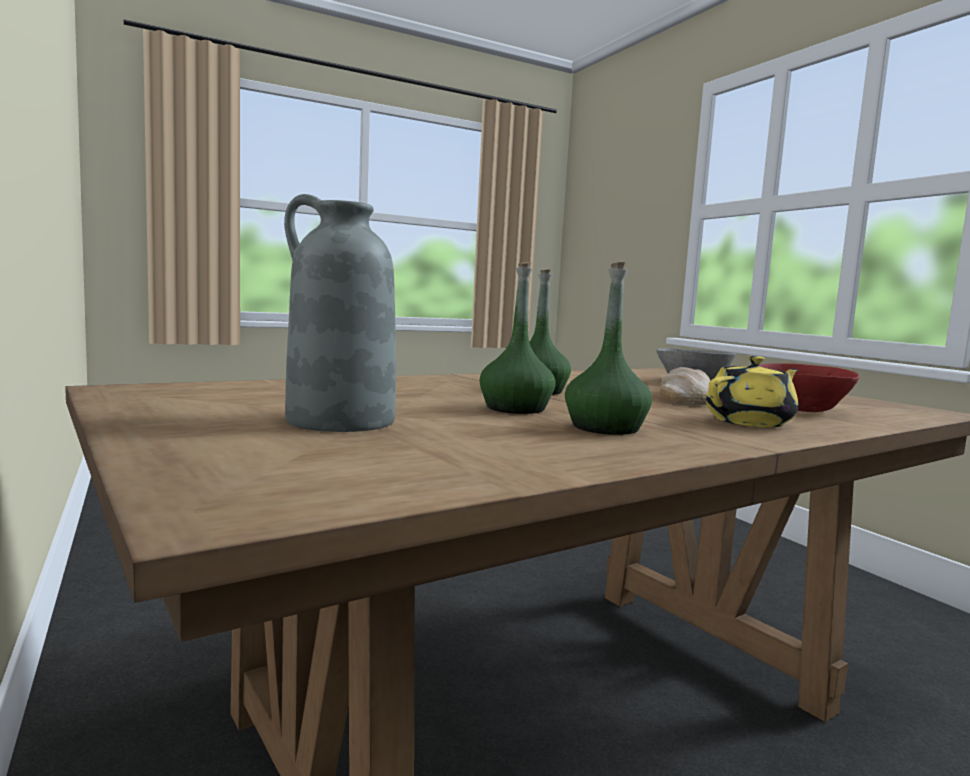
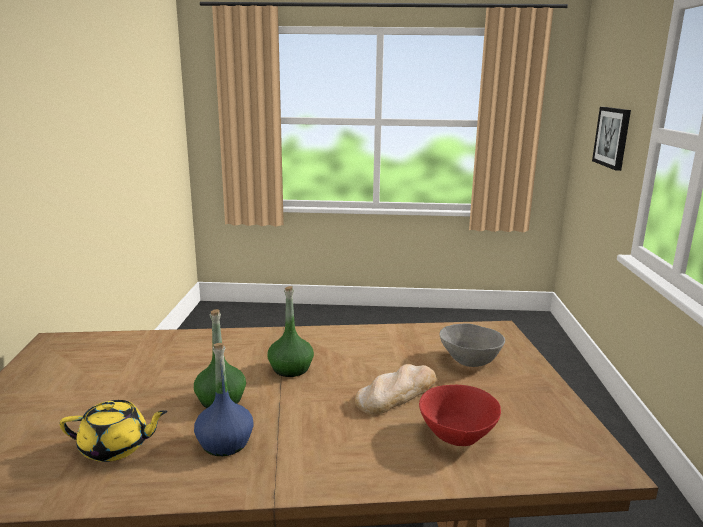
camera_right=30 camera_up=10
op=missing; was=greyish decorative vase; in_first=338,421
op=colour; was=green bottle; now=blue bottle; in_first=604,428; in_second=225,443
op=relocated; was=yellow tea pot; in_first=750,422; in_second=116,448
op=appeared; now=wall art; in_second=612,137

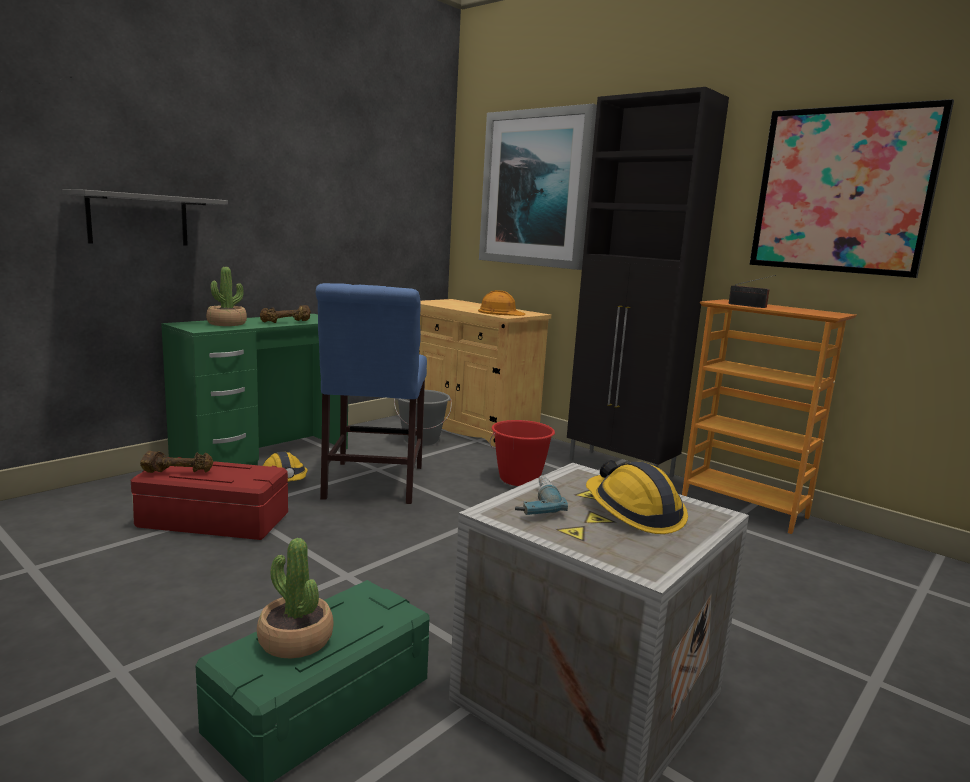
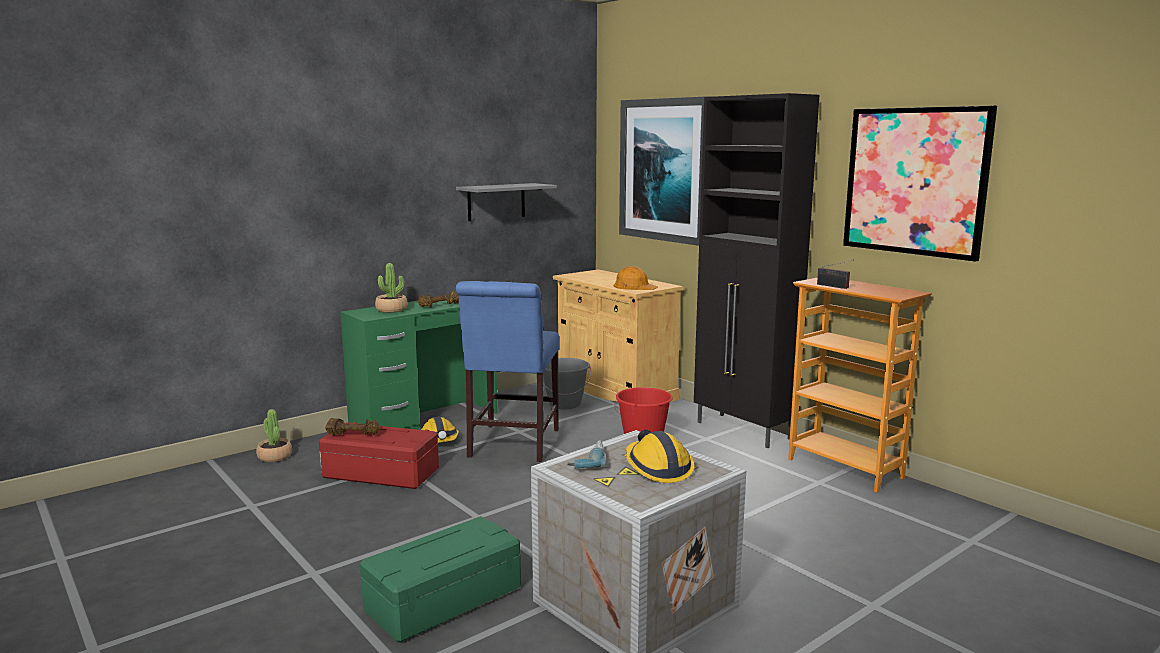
camera_right=10 camera_up=0
op=relocated; was=greyish wall shelf; in_first=138,219; in_second=496,202
op=relocated; was=plant in a pot; in_first=295,640; in_second=274,456

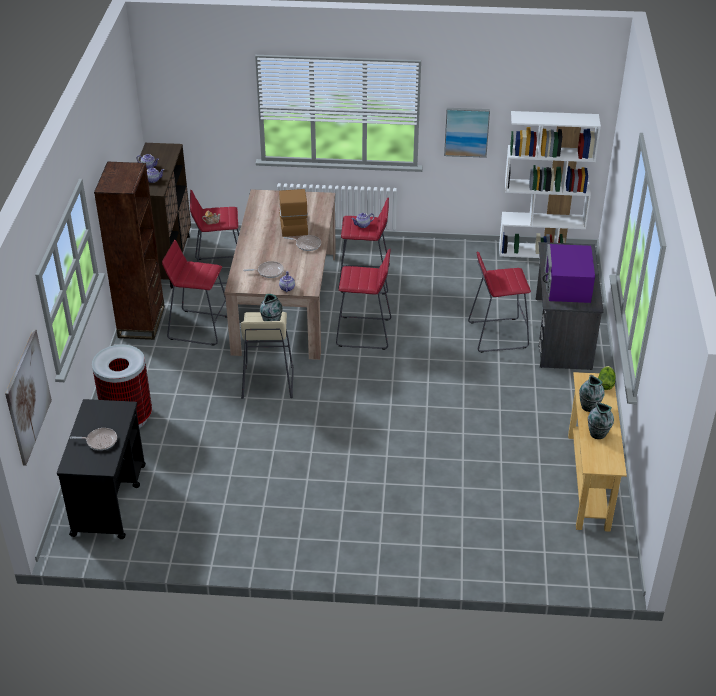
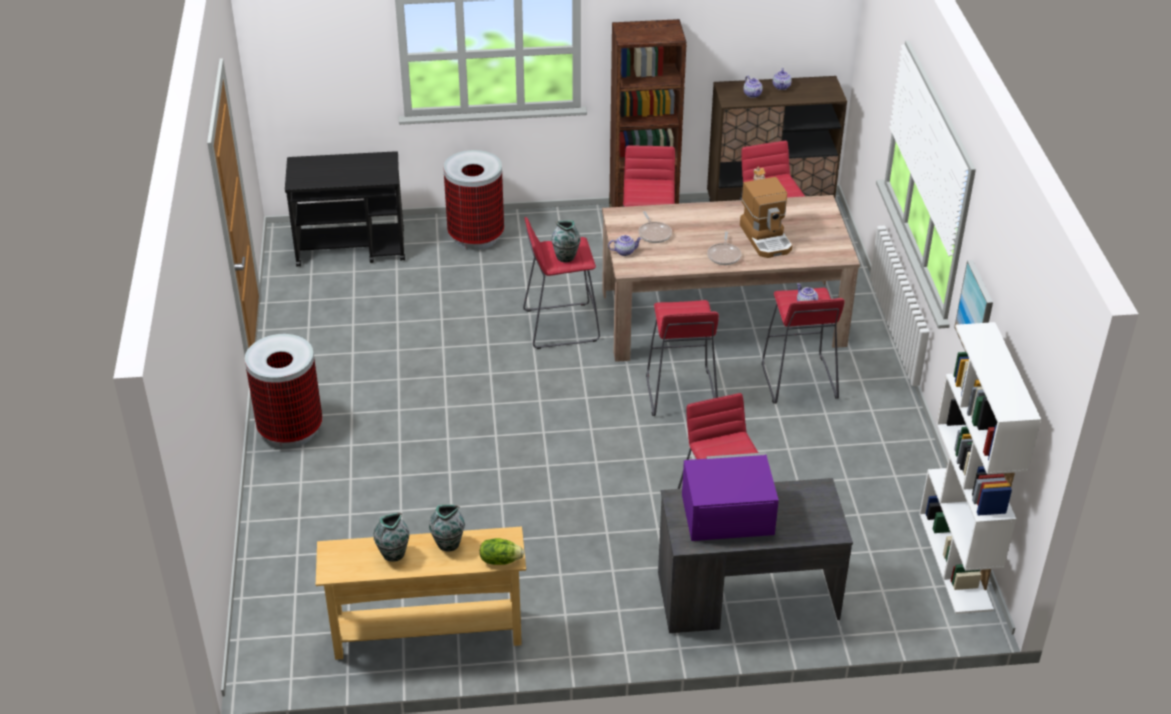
camera_right=80 camera_up=0
op=missing; was=wall art; in_first=28,396
op=missing; was=pan; in_first=100,441
op=colour; was=beige stool seat; now=red stool seat; in_first=267,382; in_second=560,325
op=spun; was=coffee machine; in_first=292,224; in_second=766,238; clockwise=90
op=appeared; now=trash can; in_second=290,429

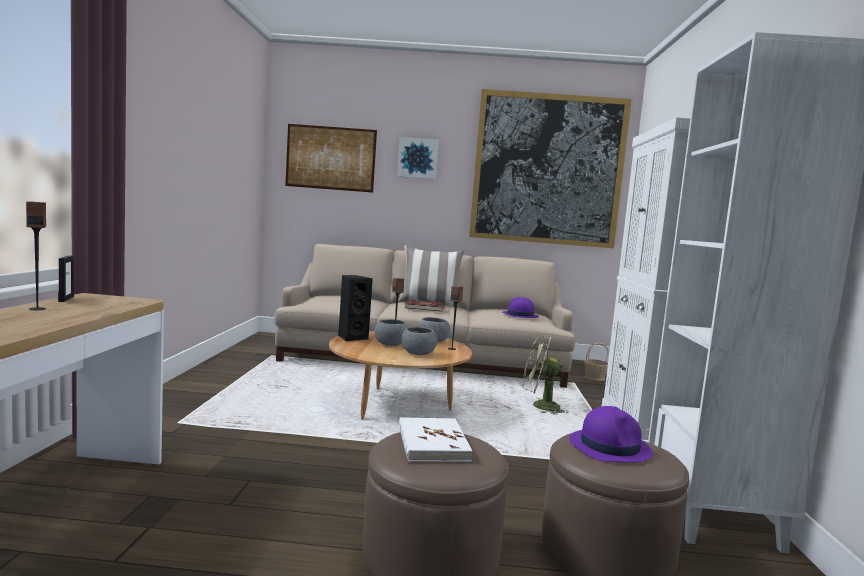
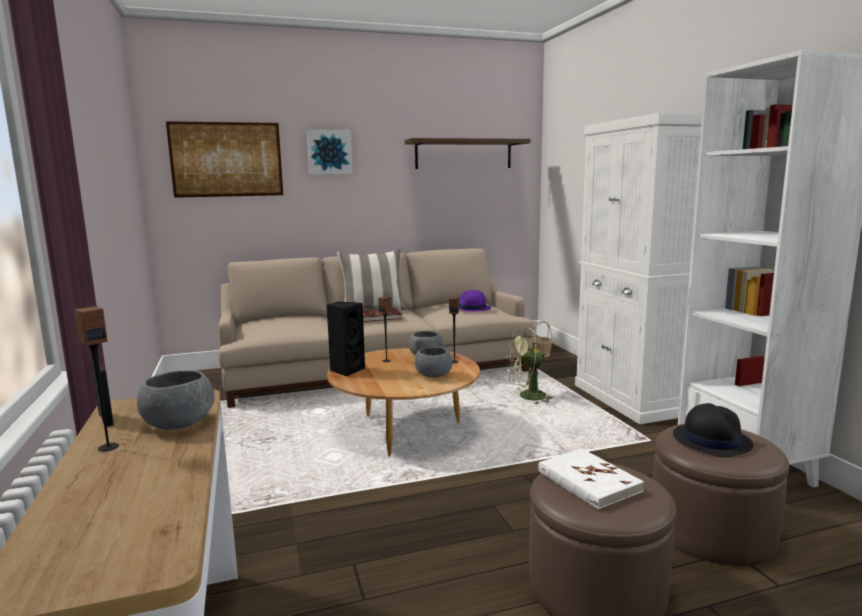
camera_right=-20 camera_up=5
op=relocated; was=greyish serving bowl; in_first=390,344; in_second=179,424
op=exchanged; was=wall art; now=wall shelf; in_first=547,170; in_second=463,154
op=colour; was=purple-coloured hat; now=blackish hat; in_first=609,447; in_second=711,440

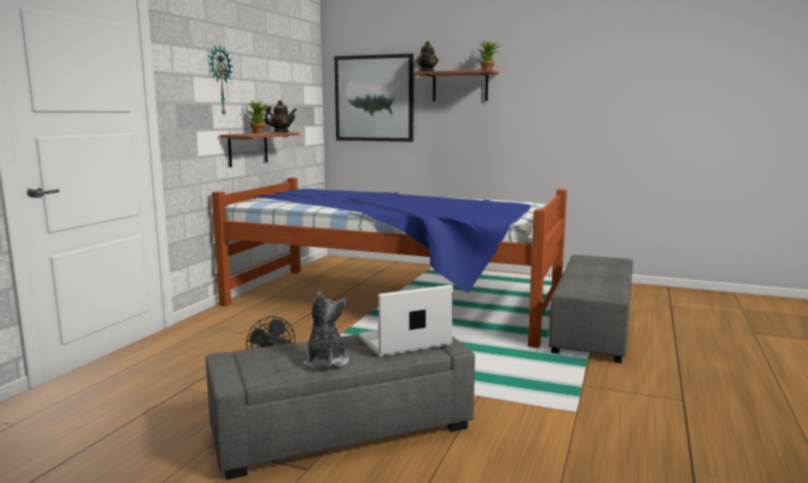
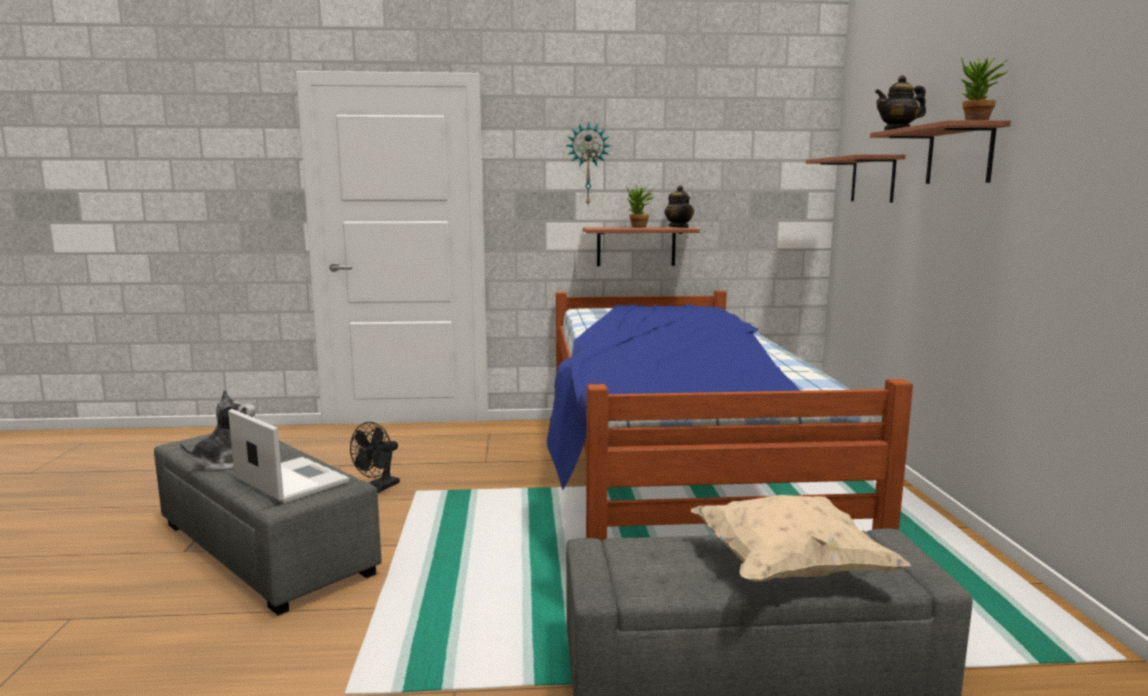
camera_right=65 camera_up=0
op=exchanged; was=wall art; now=wall shelf; in_first=374,98; in_second=873,179
op=appeared; now=beige cushion; in_second=789,569

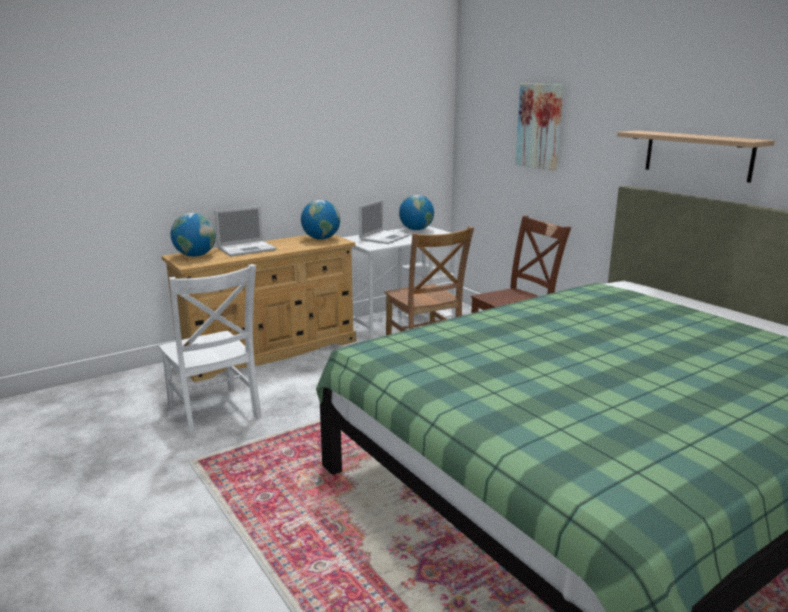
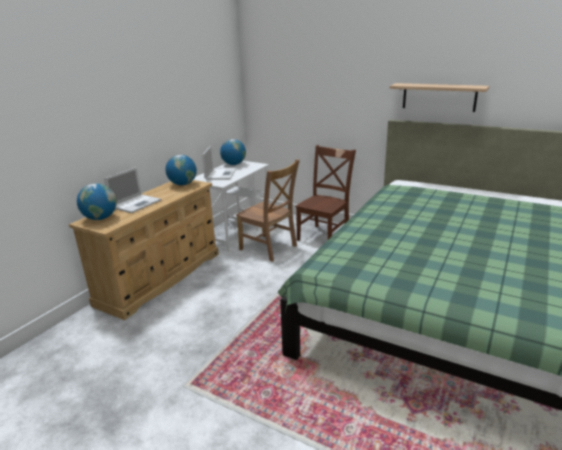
camera_right=-25 camera_up=5
op=missing; was=white-coloured chair; in_first=214,414
op=missing; was=wall art; in_first=539,126

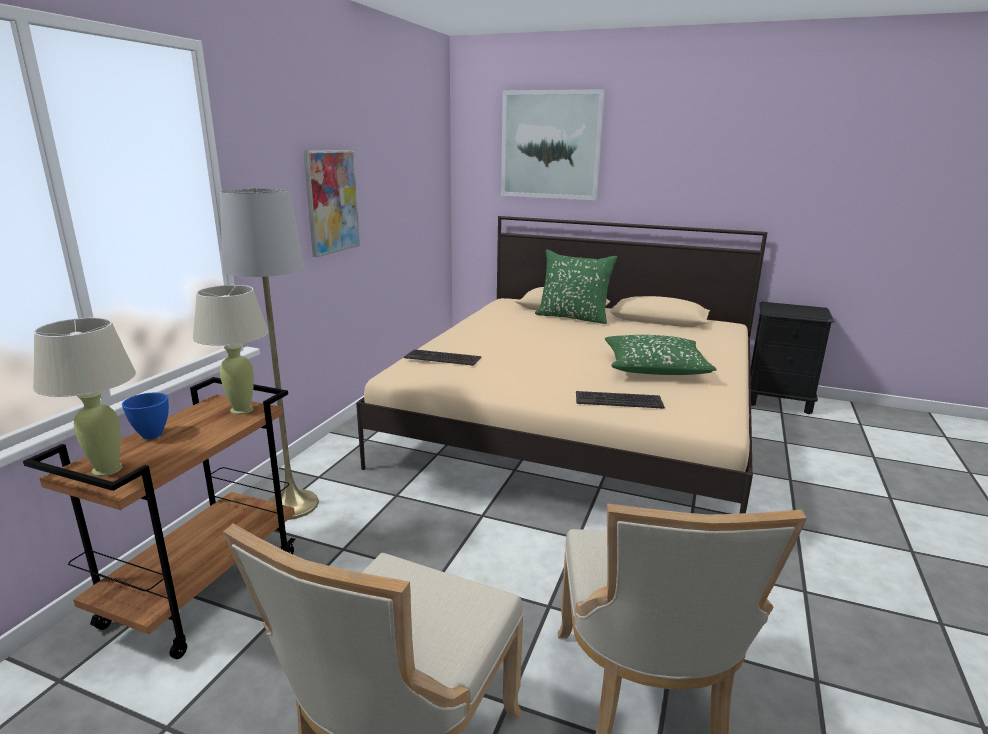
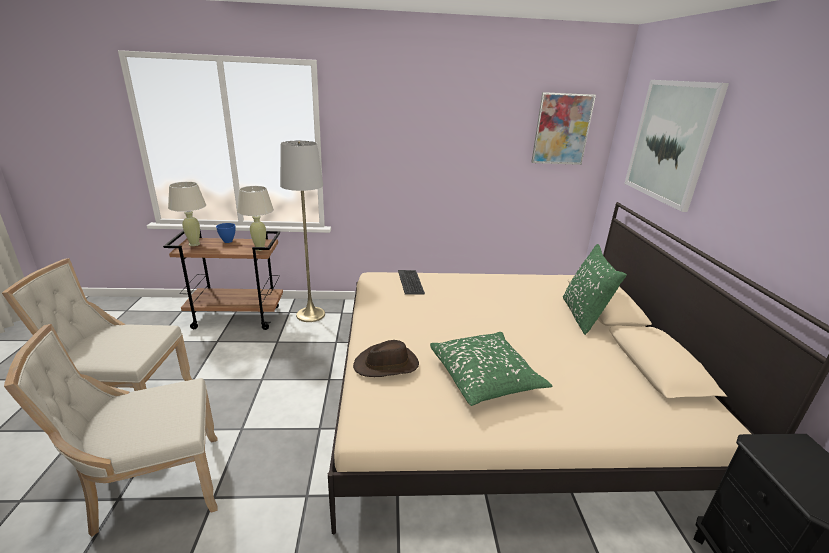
camera_right=65 camera_up=5
op=relocated; was=wall art; in_first=332,201; in_second=562,129
op=exchanged; was=computer keyboard; now=brown-coloured hat; in_first=618,400; in_second=387,365

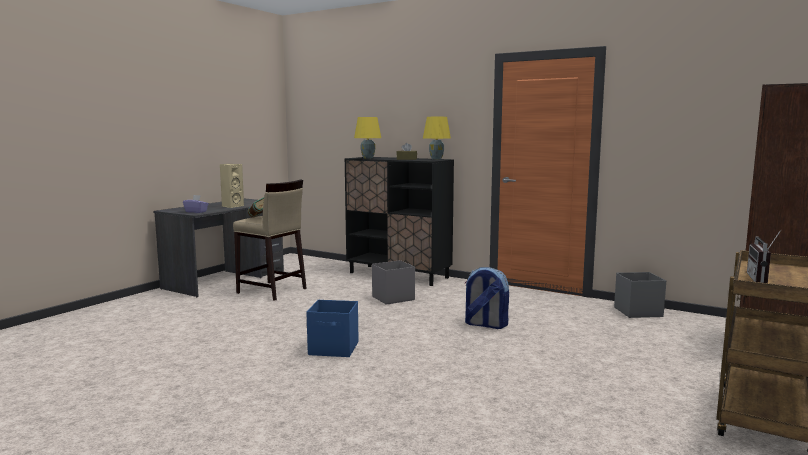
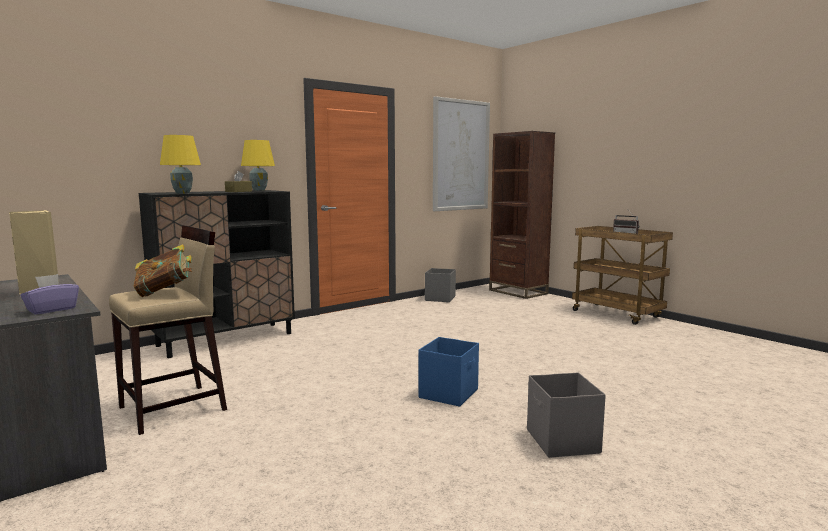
camera_right=-70 camera_up=0
op=relocated; was=greyish storage bin; in_first=392,298; in_second=562,442
op=missing; was=rucksack; in_first=485,324
op=appeared; now=wall art; in_second=460,155

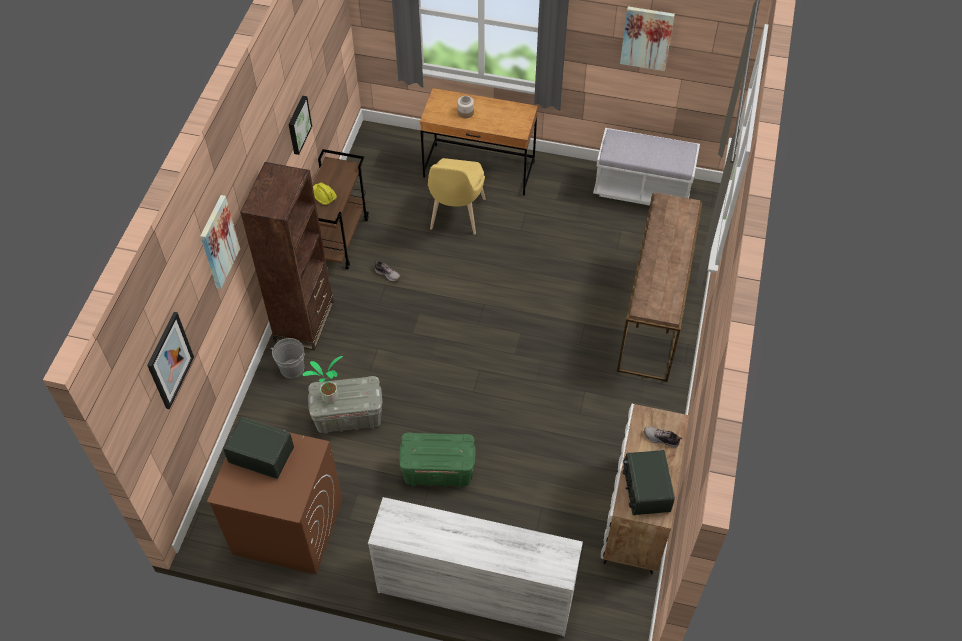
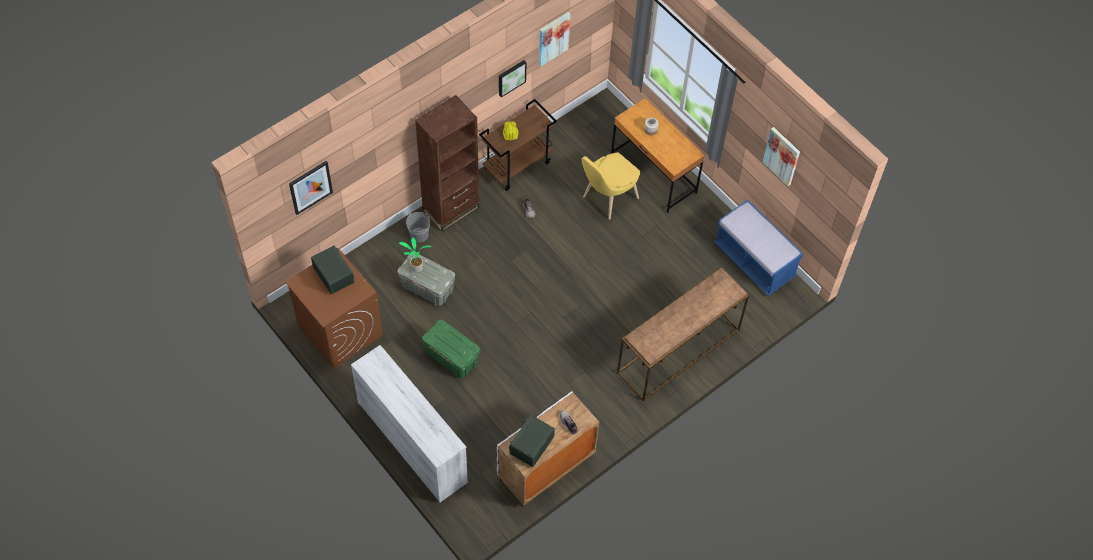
camera_right=35 camera_up=5
op=relocated; was=wall art; in_first=218,242; in_second=553,38
op=colour; was=white-coloured indoor bench; now=blue indoor bench; in_first=642,190; in_second=754,261

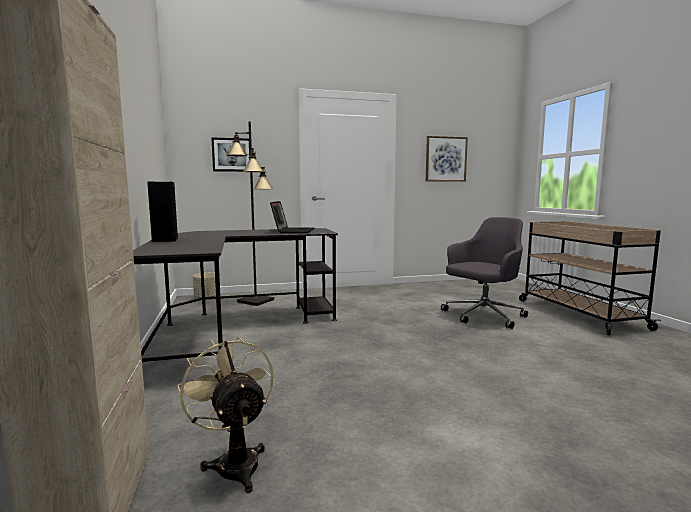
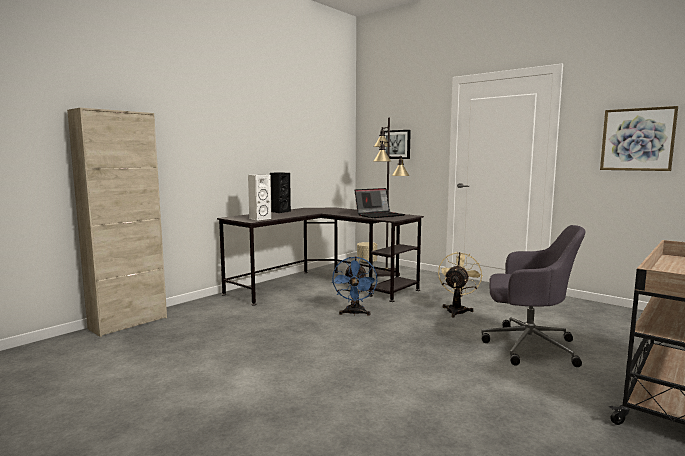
camera_right=55 camera_up=0
op=relocated; was=beige fan; in_first=235,462; in_second=457,310
op=appeared; now=white-coloured audio speaker; in_second=259,219
op=appeared; now=blue fan; in_second=354,313

